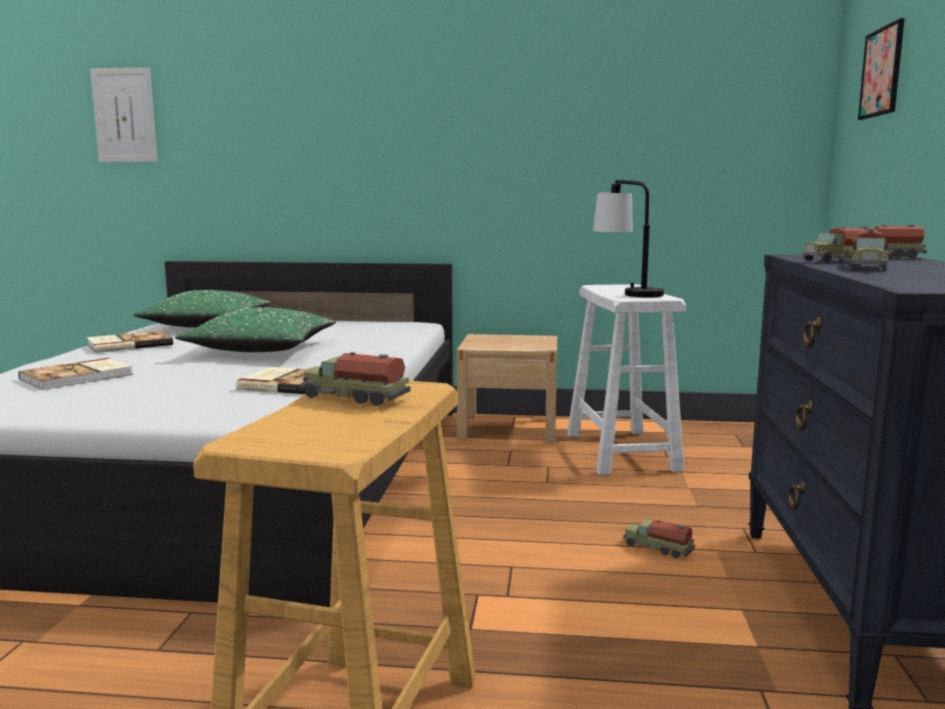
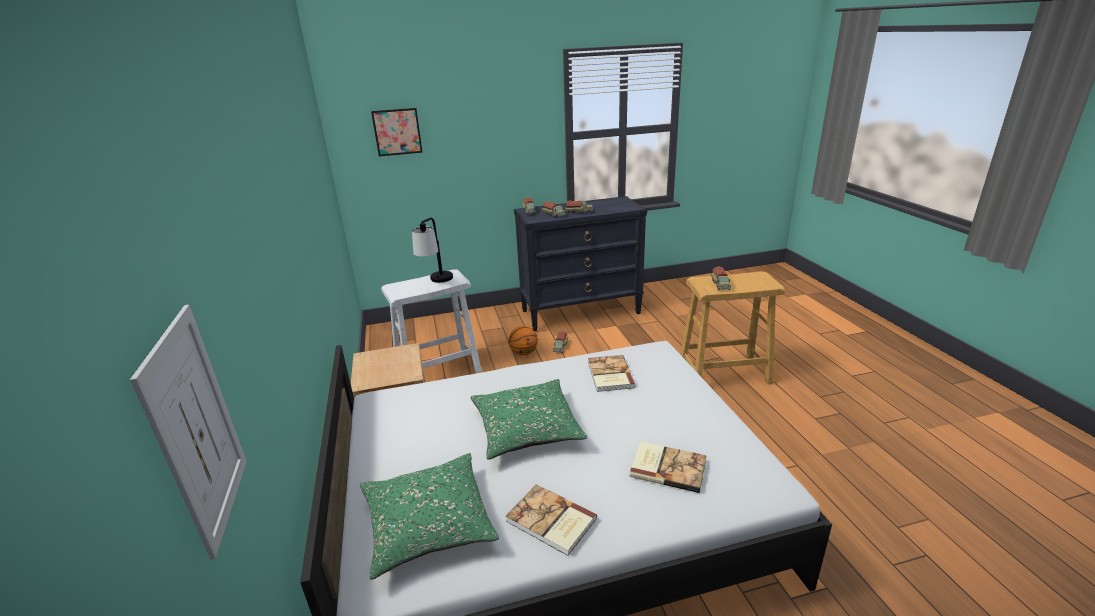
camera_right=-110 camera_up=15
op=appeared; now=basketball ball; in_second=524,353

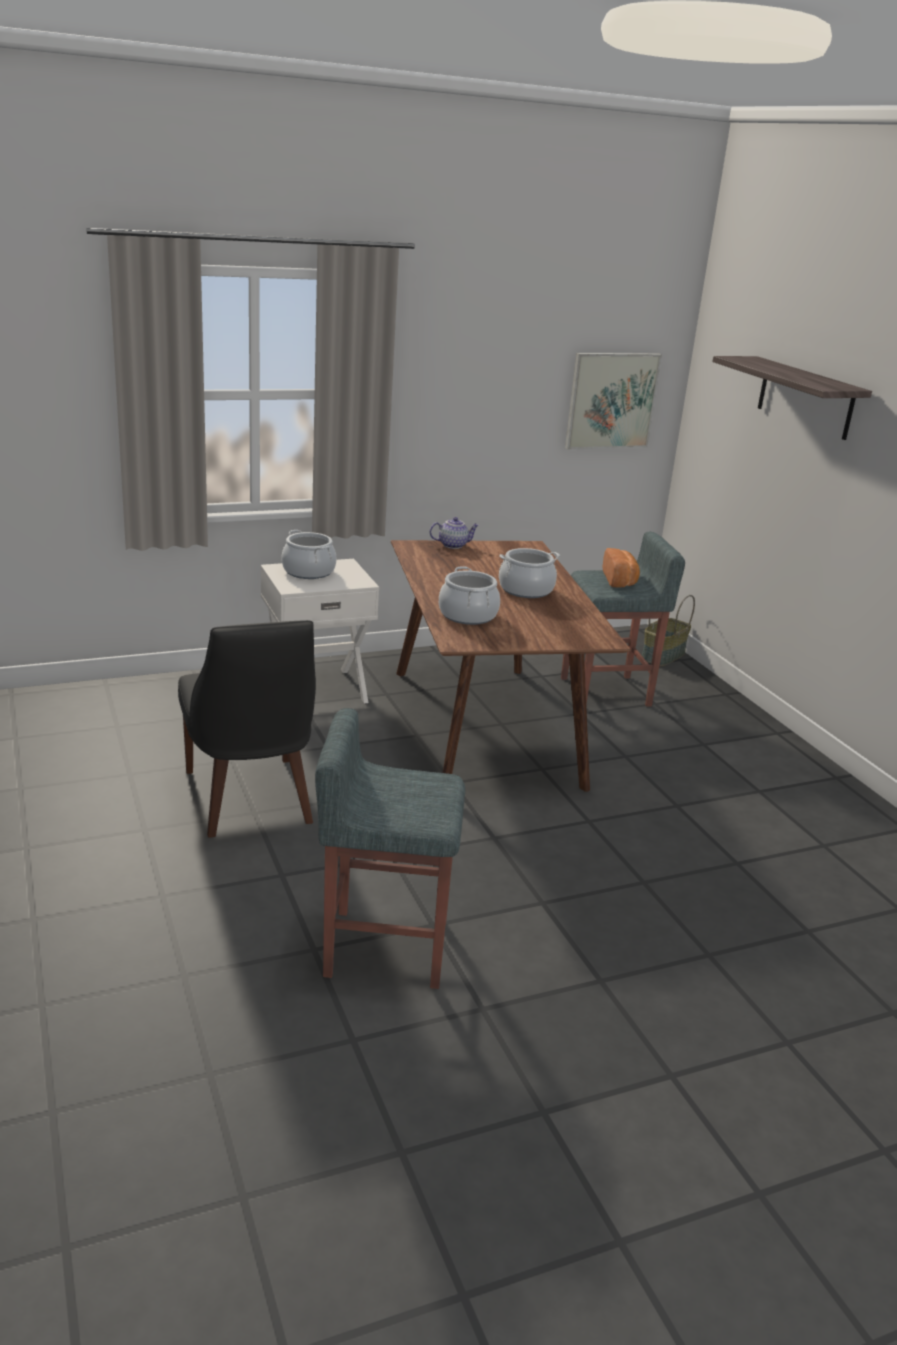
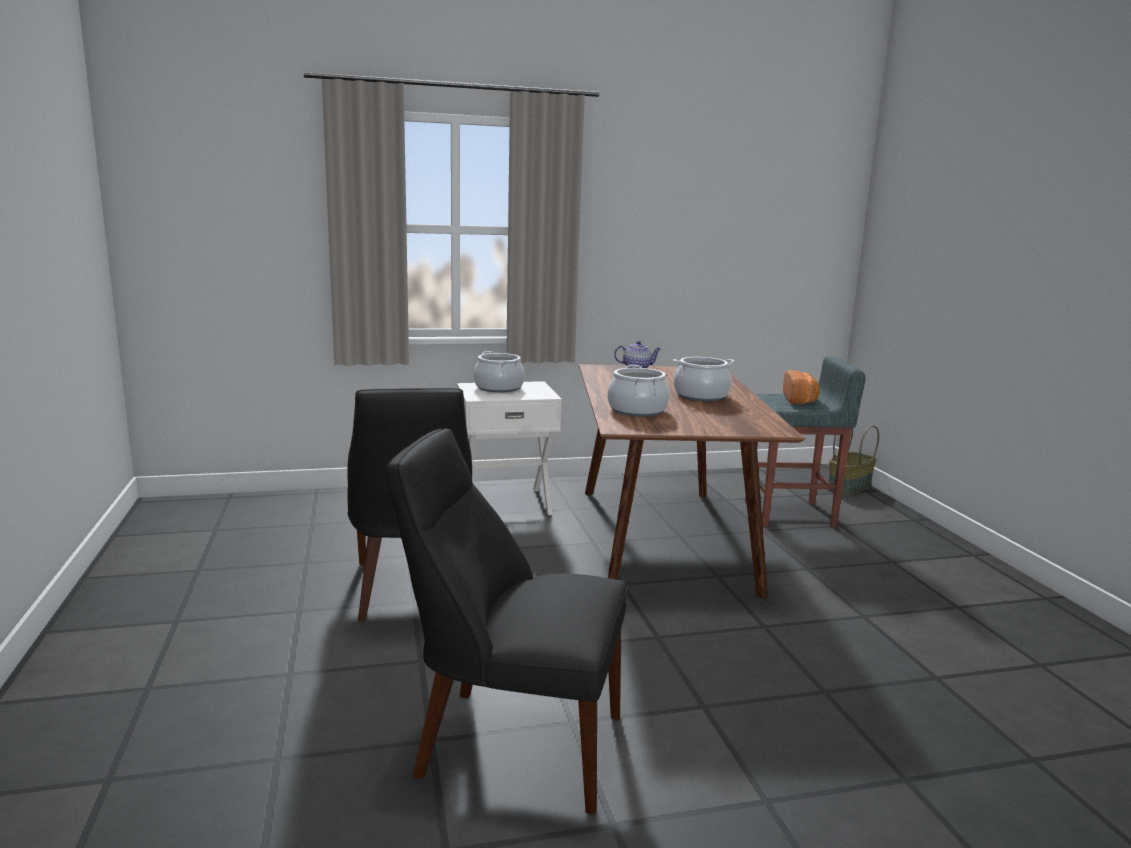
camera_right=10 camera_up=-10
op=exchanged; was=greyish stool seat; now=blackish chair; in_first=384,947; in_second=511,743
op=missing; was=wall art; in_first=611,400
op=missing; was=wall shelf; in_first=805,398

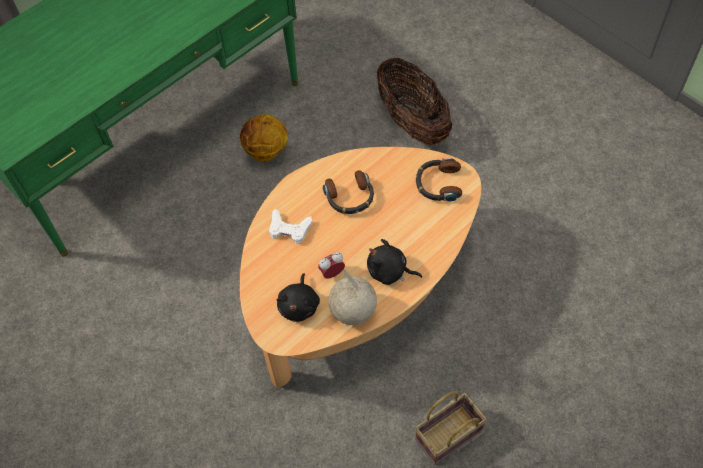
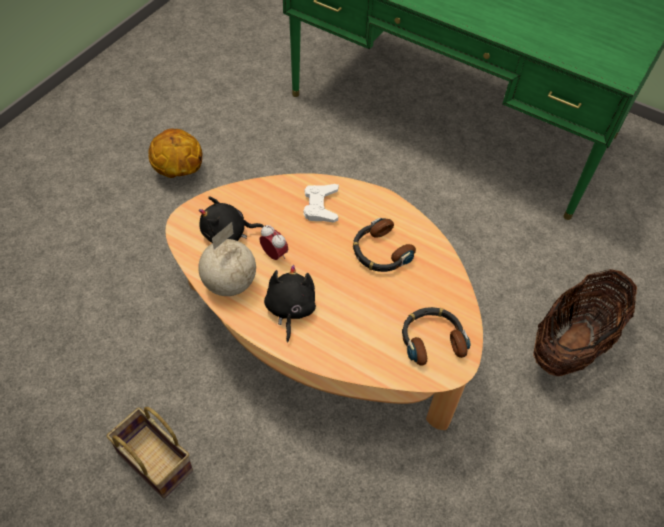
camera_right=70 camera_up=-5
op=relocated; was=basketball ball; in_first=266,151; in_second=178,171

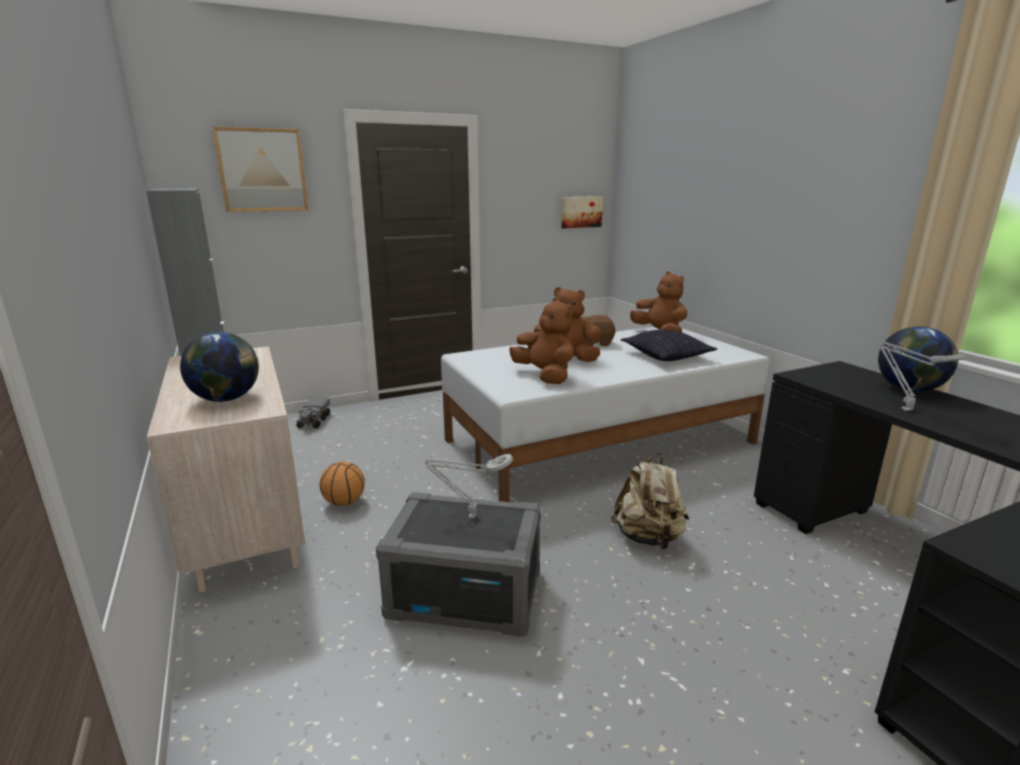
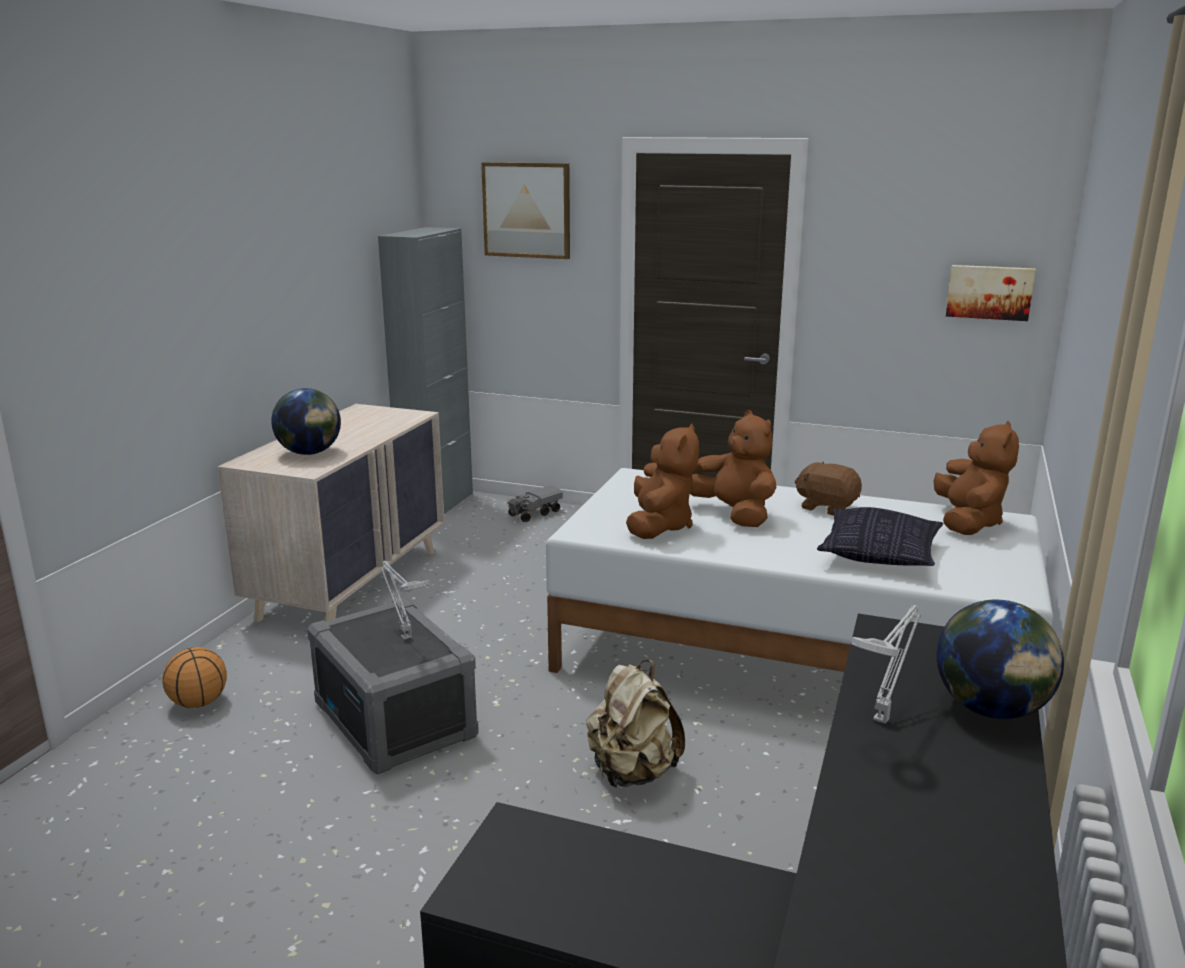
camera_right=45 camera_up=0
op=relocated; was=basketball ball; in_first=344,502; in_second=199,703

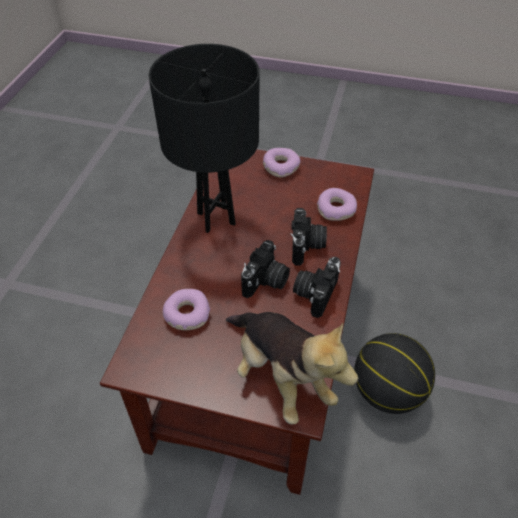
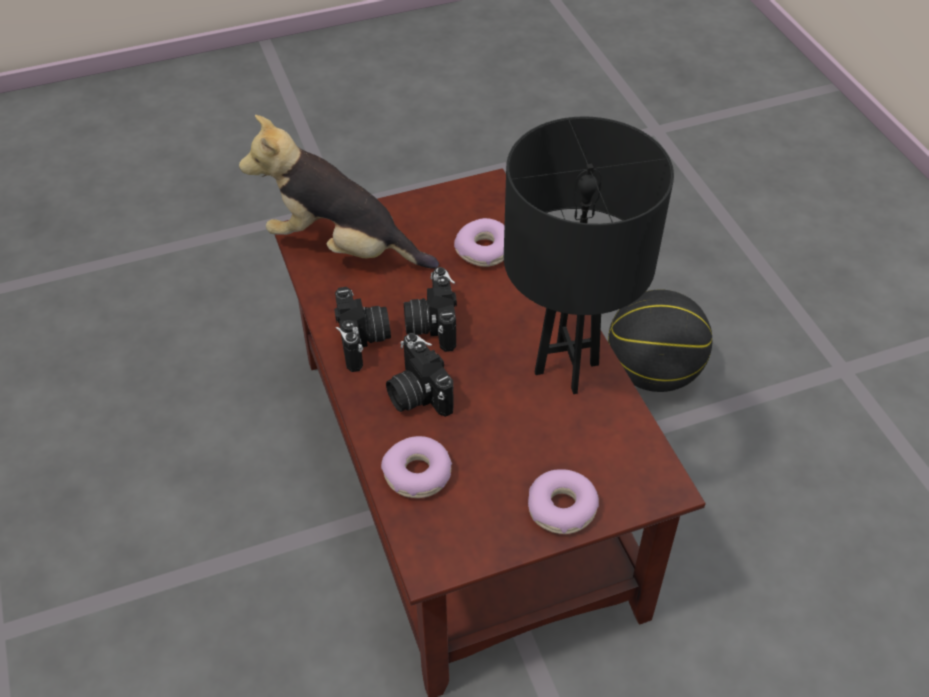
camera_right=145 camera_up=0
op=relocated; was=basketball ball; in_first=387,390; in_second=653,373

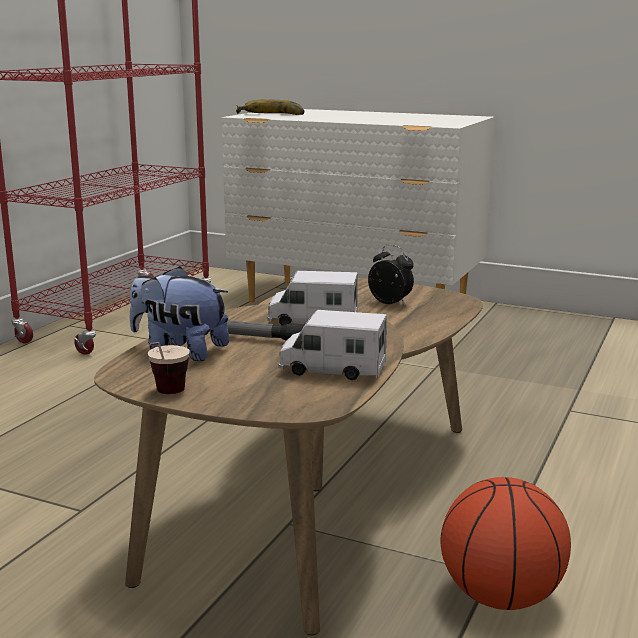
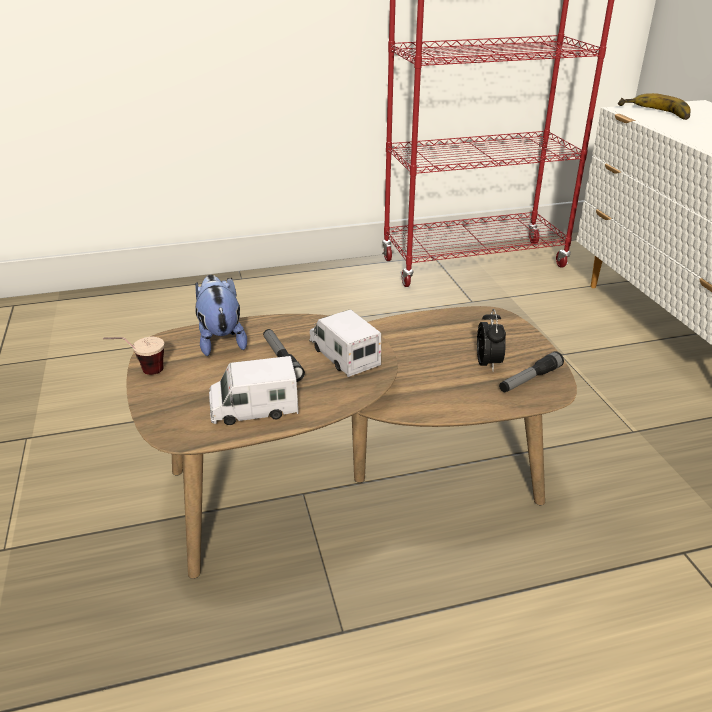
camera_right=50 camera_up=15
op=spun; was=toy lorry; in_first=332,369; in_second=254,409; clockwise=-75
op=missing; was=basketball ball; in_first=500,597
op=appeared; now=hand torch; in_second=529,379

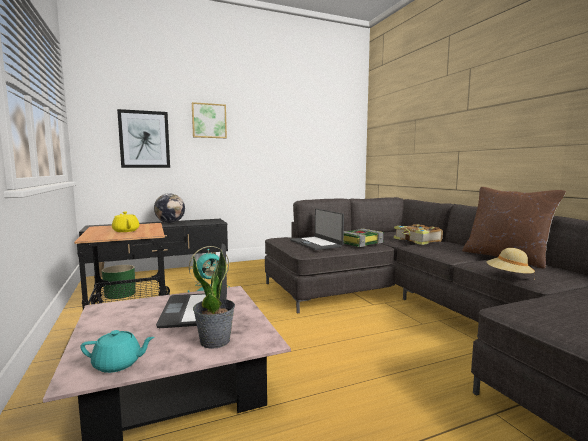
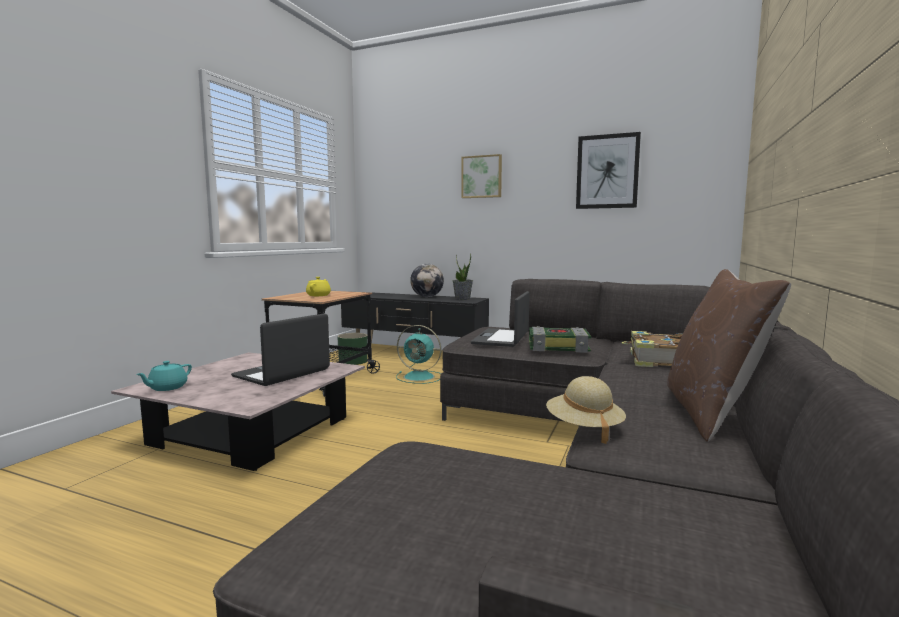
camera_right=45 camera_up=0
op=spun; was=turquoise tea pot; in_first=118,364; in_second=167,388; clockwise=75
op=relocated; was=wall art; in_first=144,139; in_second=607,171
op=relocated; was=plant in a pot; in_first=215,341; in_second=462,299

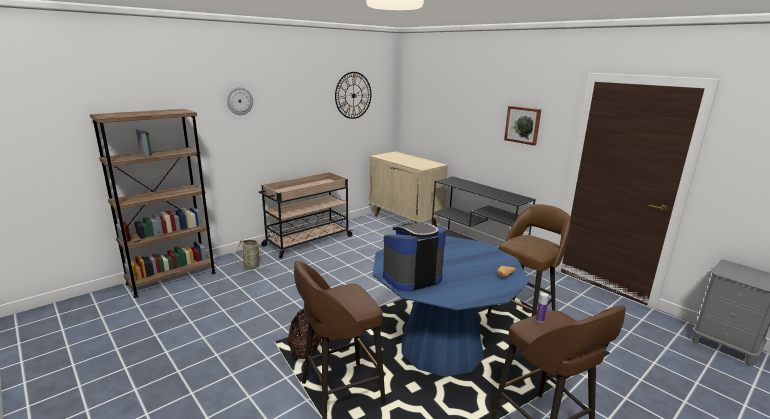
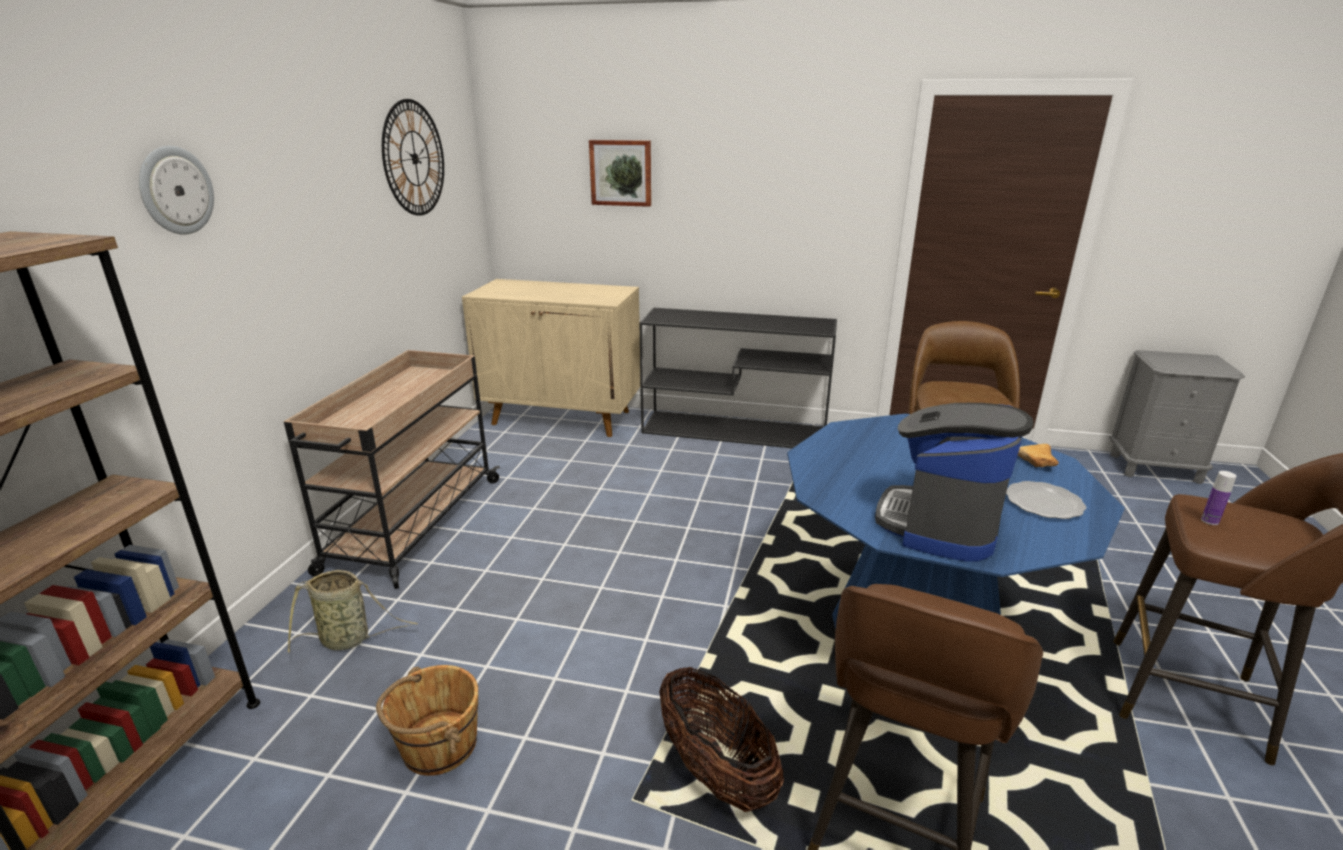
camera_right=-35 camera_up=5
op=relocated; was=wall art; in_first=522,125; in_second=621,173
op=appeared; now=brown-coloured water bucket; in_second=438,746
op=appeared; now=plate; in_second=1044,503

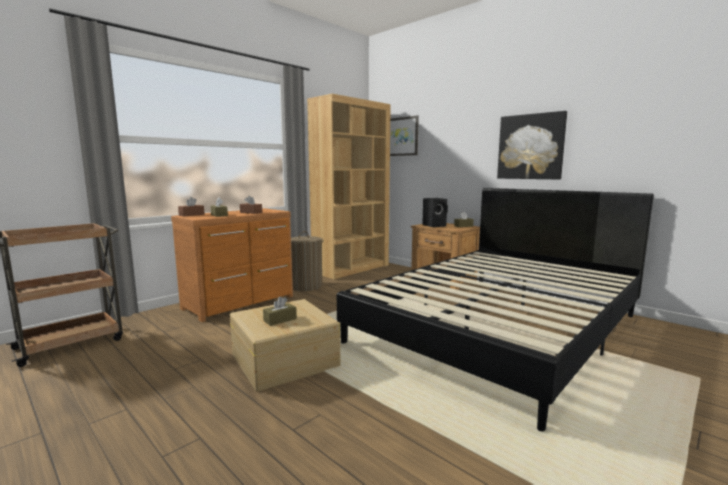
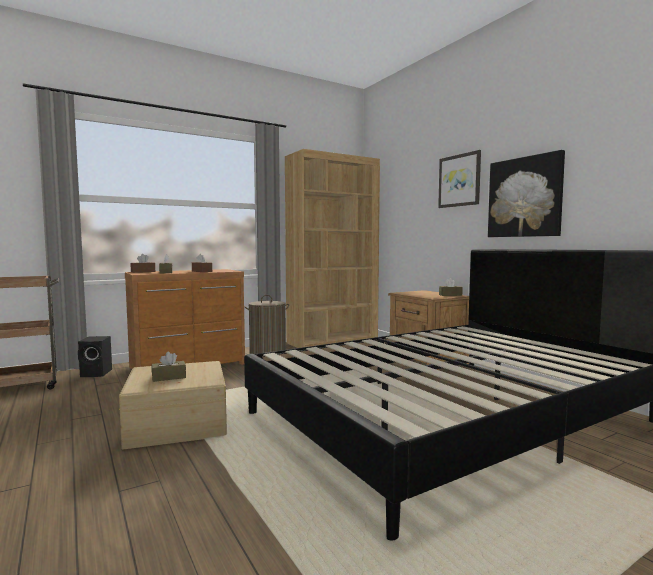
camera_right=15 camera_up=-5
op=relocated; was=wall art; in_first=403,136; in_second=459,180
op=relocated; was=blackish audio speaker; in_first=435,225; in_second=97,373

